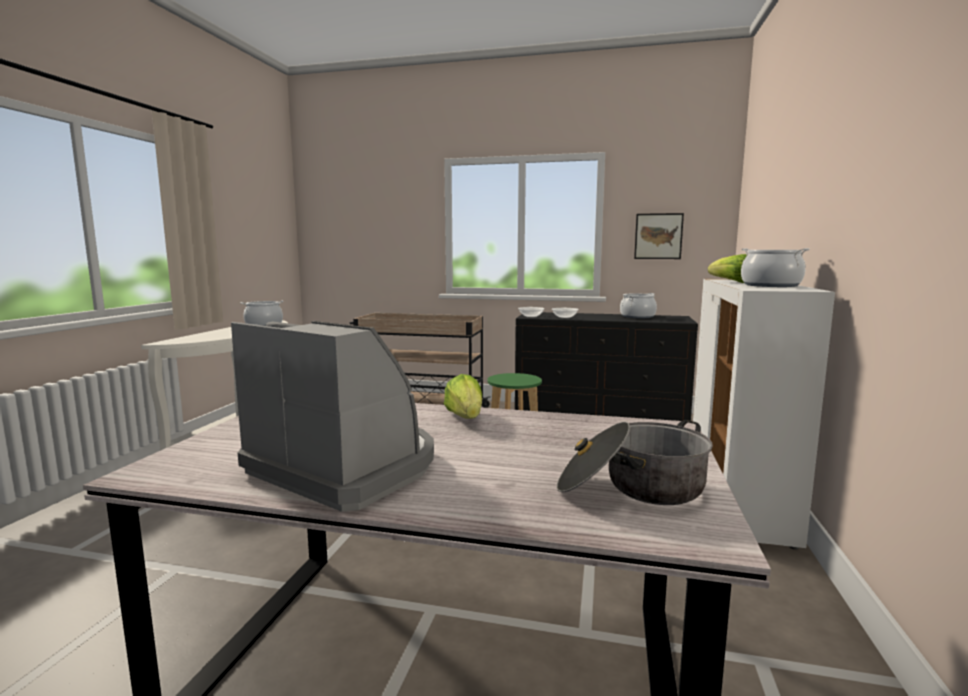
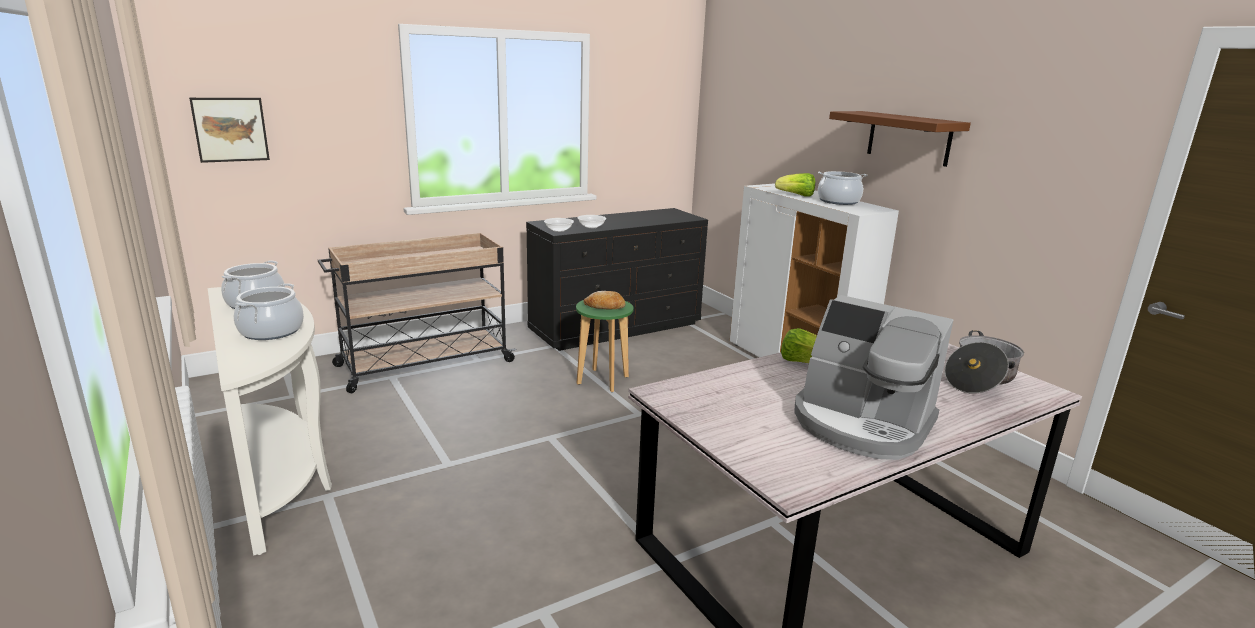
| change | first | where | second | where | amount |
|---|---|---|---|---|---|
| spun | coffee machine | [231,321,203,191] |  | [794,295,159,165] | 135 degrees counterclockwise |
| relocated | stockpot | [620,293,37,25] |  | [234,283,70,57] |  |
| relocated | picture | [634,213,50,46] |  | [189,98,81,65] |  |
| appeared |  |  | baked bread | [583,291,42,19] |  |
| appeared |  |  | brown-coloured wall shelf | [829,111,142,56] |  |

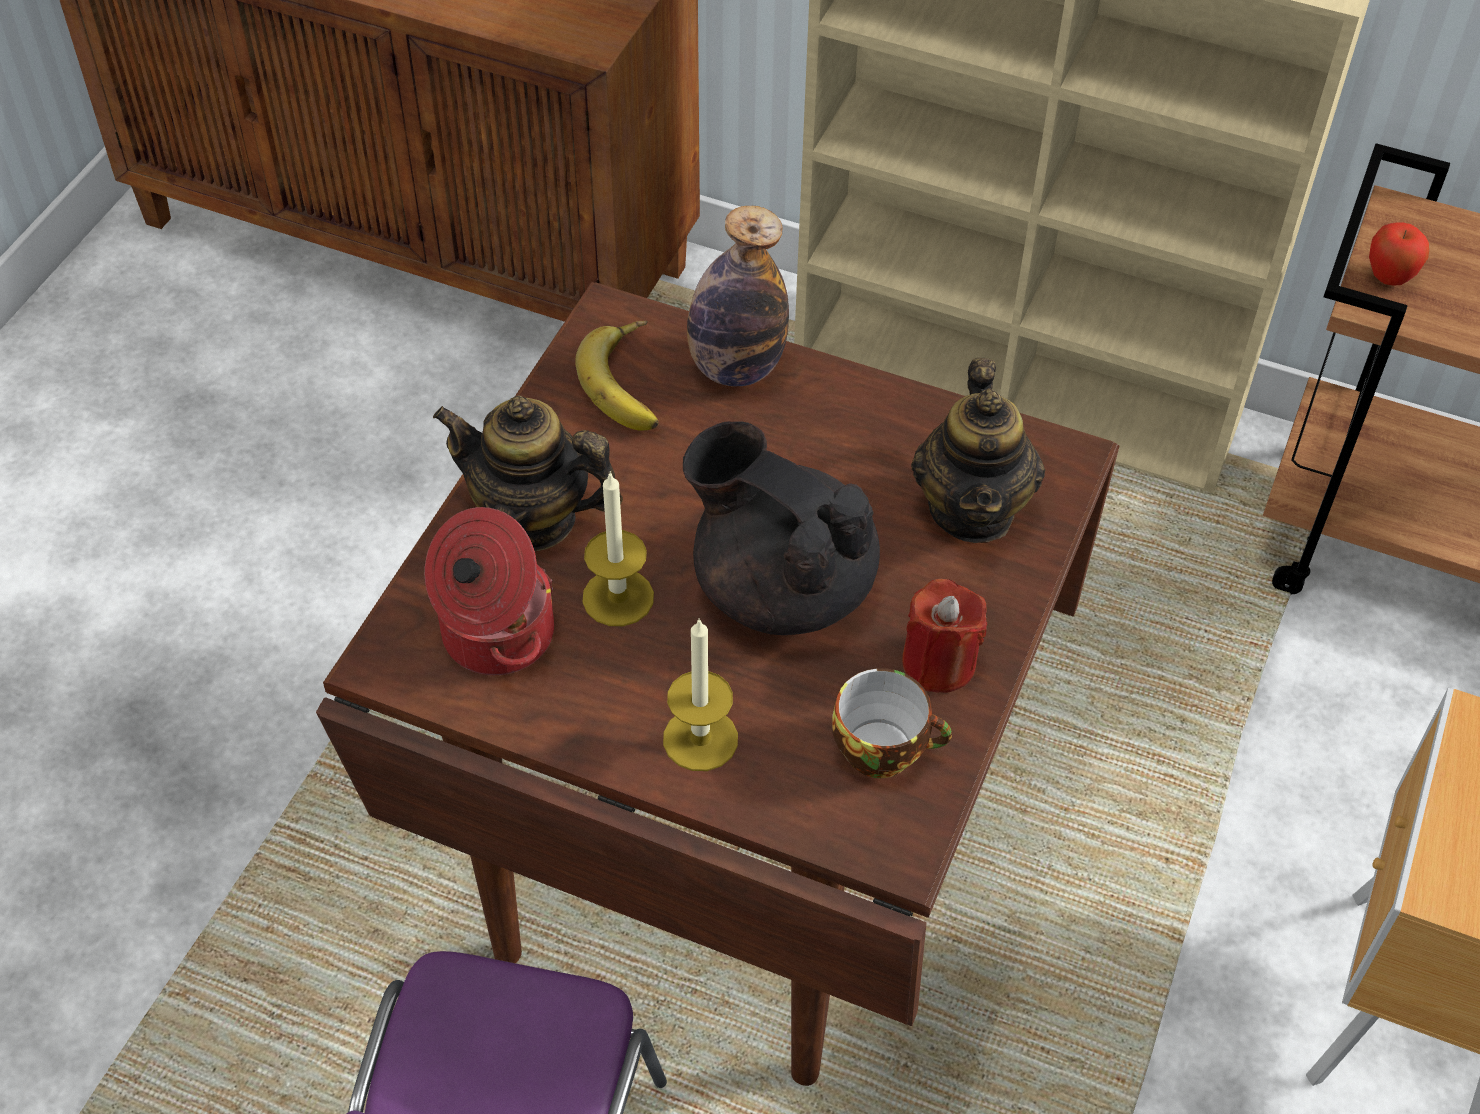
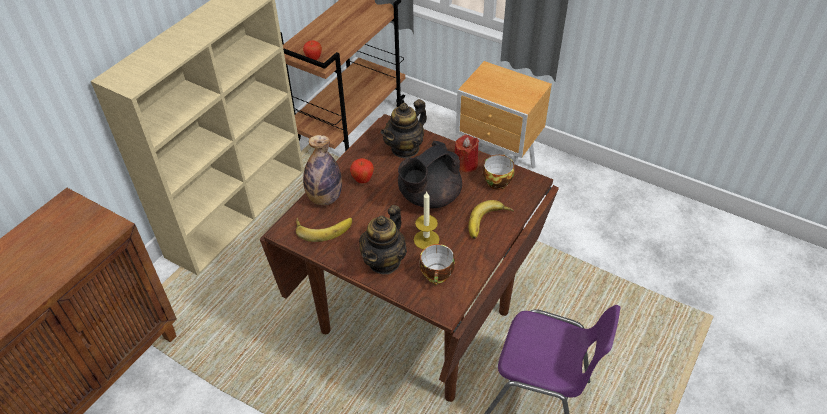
| change | first | where | second | where | amount |
|---|---|---|---|---|---|
| exchanged | stockpot | [425,507,129,168] | small cup | [419,244,36,42] |  |
| exchanged | candle | [663,619,75,152] | banana fruit | [469,200,45,39] |  |
| spun | tea pot | [911,358,134,185] |  | [381,99,46,60] | 120 degrees clockwise |
| appeared |  |  | apple | [350,158,24,25] |  |

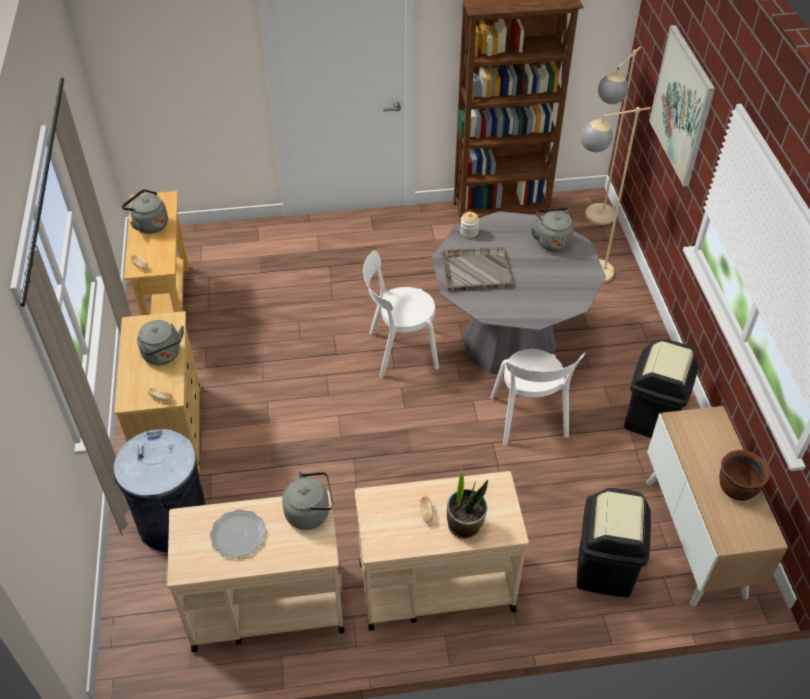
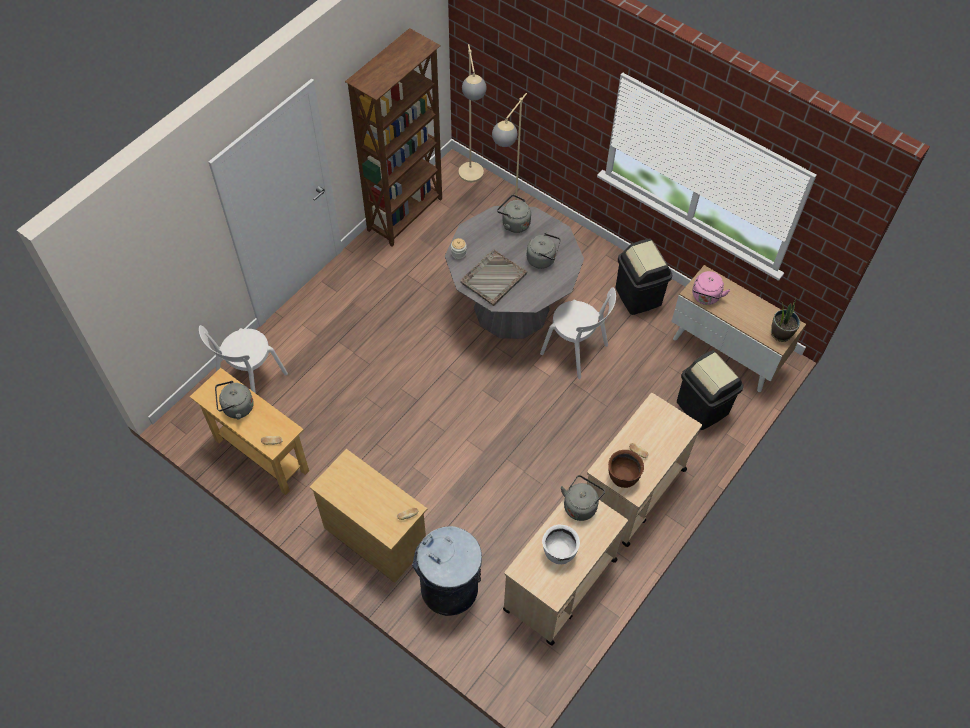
| change | first | where | second | where | amount |
|---|---|---|---|---|---|
| relocated | grey tea kettle | [137,320,47,45] |  | [527,232,34,37] |  |
| exchanged | plate | [209,509,57,49] | whitish stockpot | [542,525,38,39] |  |
| relocated | whitish upright chair | [363,251,76,127] |  | [199,325,89,68] |  |
| relocated | plant in a pot | [447,469,41,70] |  | [771,297,29,45] |  |
| missing | picture | [649,25,66,162] |  |  |  |
| relocated | brown-coloured stockpot | [719,450,51,51] |  | [608,450,36,38] |  |
| appeared |  |  | pink-coloured tea kettle | [692,271,38,34] |  |

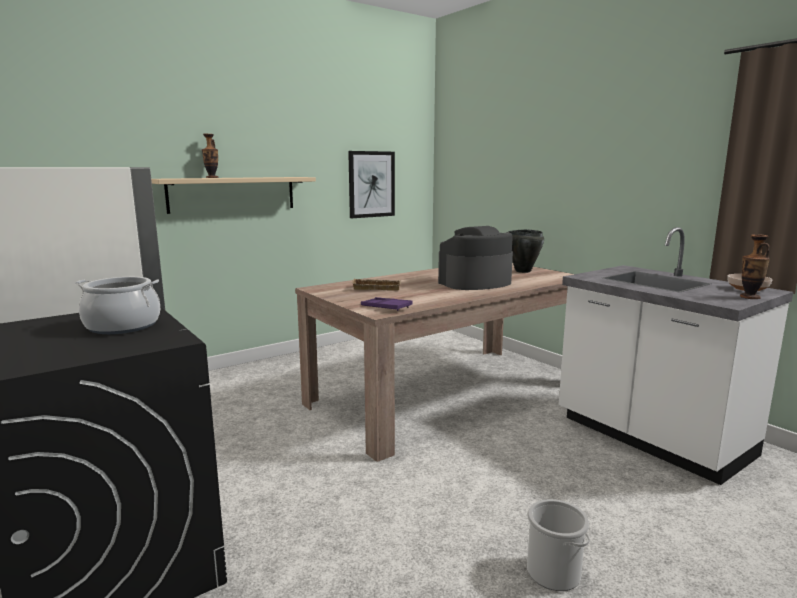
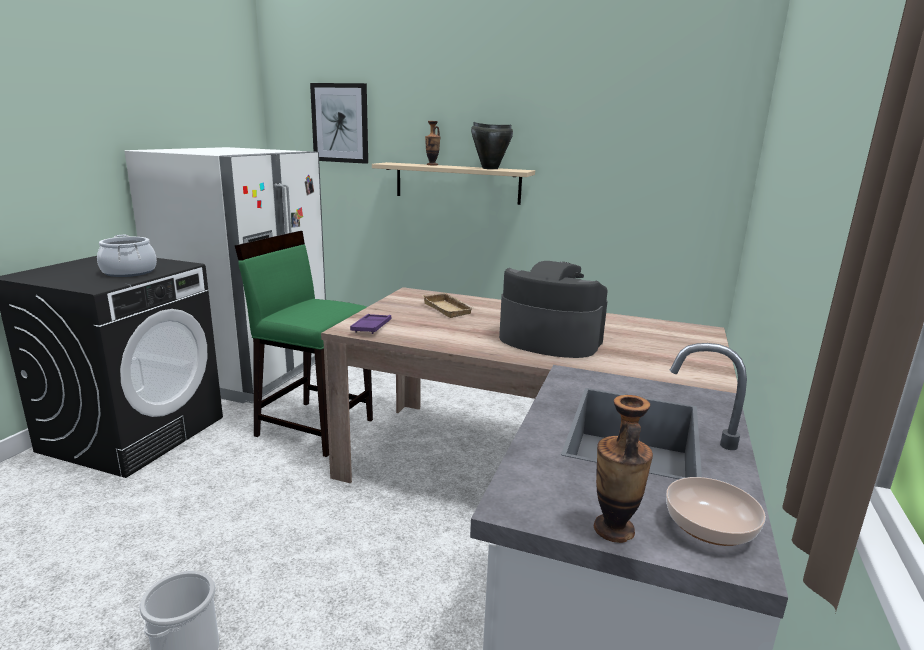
| change | first | where | second | where | amount |
|---|---|---|---|---|---|
| relocated | picture | [348,151,47,67] |  | [310,83,58,81] |  |
| relocated | blackish stockpot | [508,230,36,43] |  | [471,122,42,47] |  |
| appeared |  |  | green stool seat | [235,231,138,226] |  |

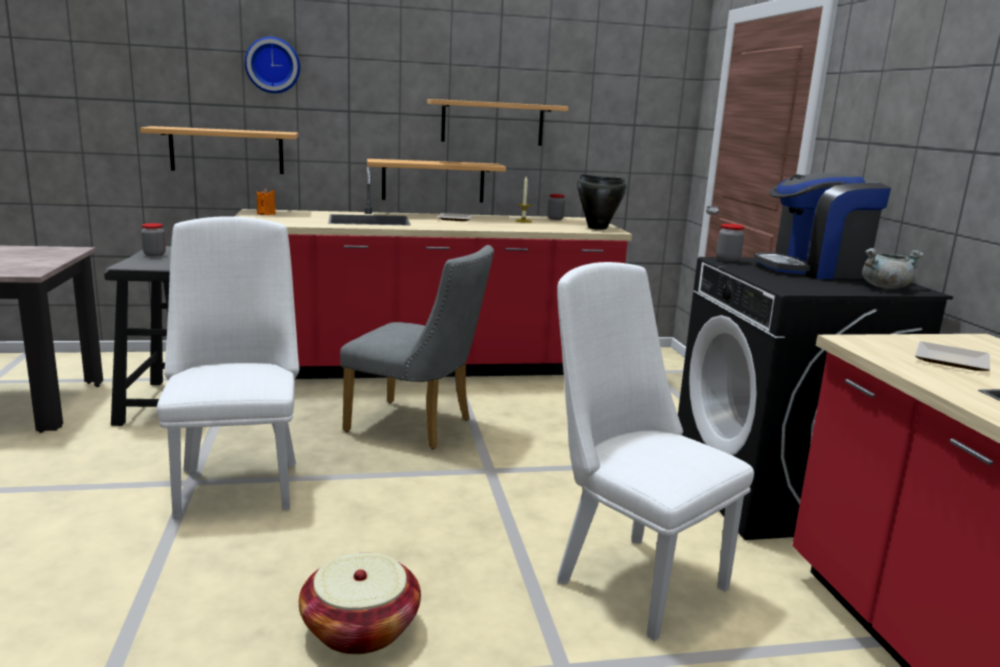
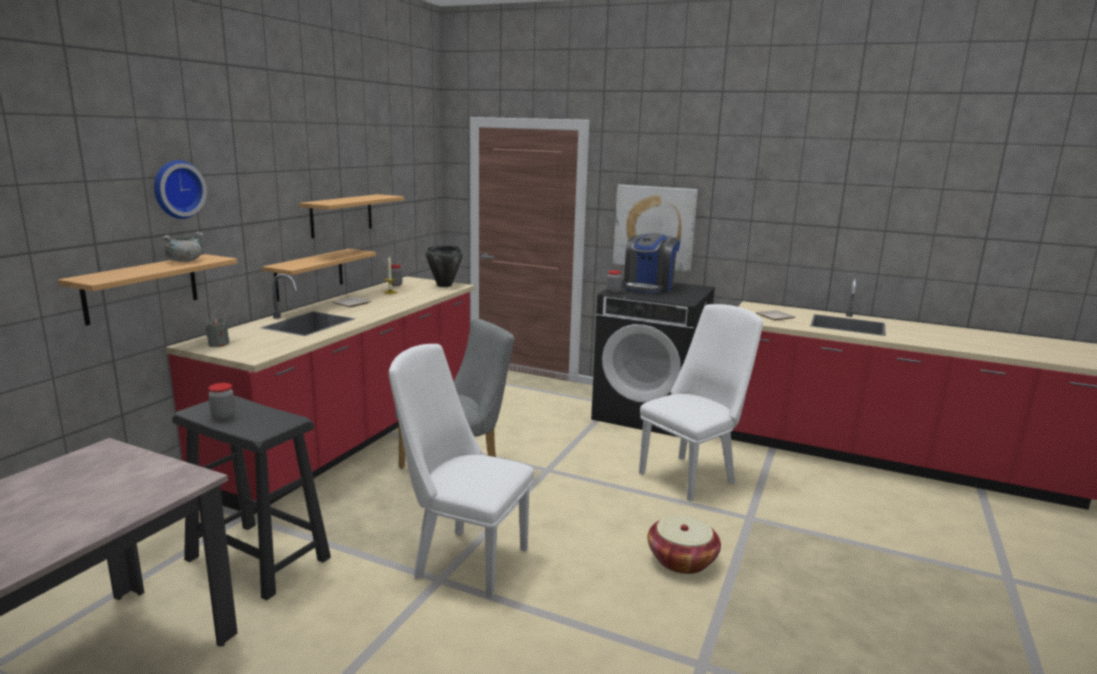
| change | first | where | second | where | amount |
|---|---|---|---|---|---|
| colour | orange-coloured candle | [257,188,19,27] | grey candle | [205,318,25,29] |  |
| spun | whitish upright chair | [557,262,197,379] |  | [639,304,124,197] | 150 degrees clockwise |
| relocated | grey stockpot | [862,248,62,41] |  | [162,232,41,30] |  |
| appeared |  |  | picture | [613,185,85,87] |  |

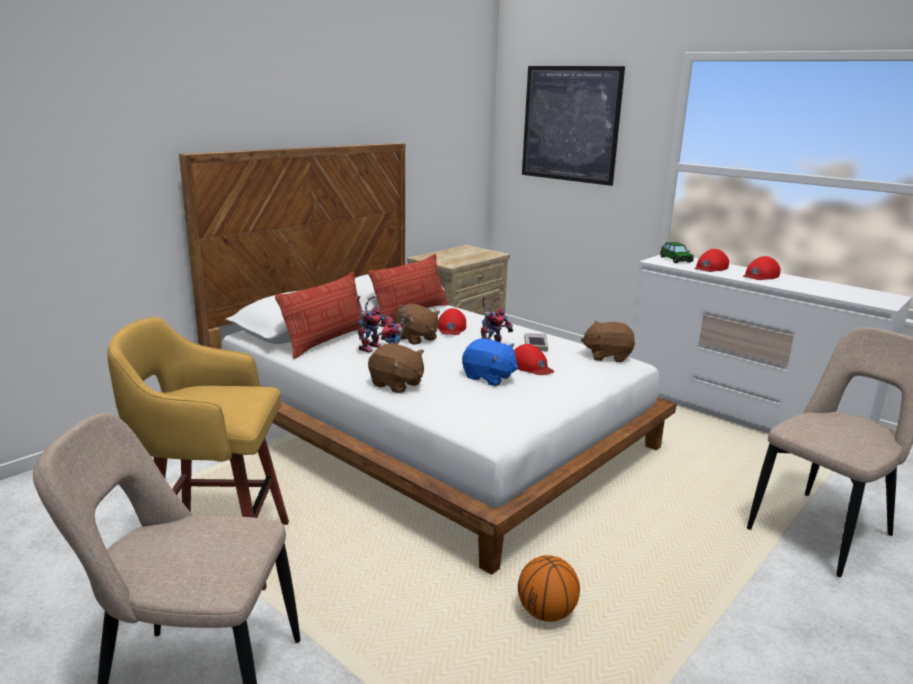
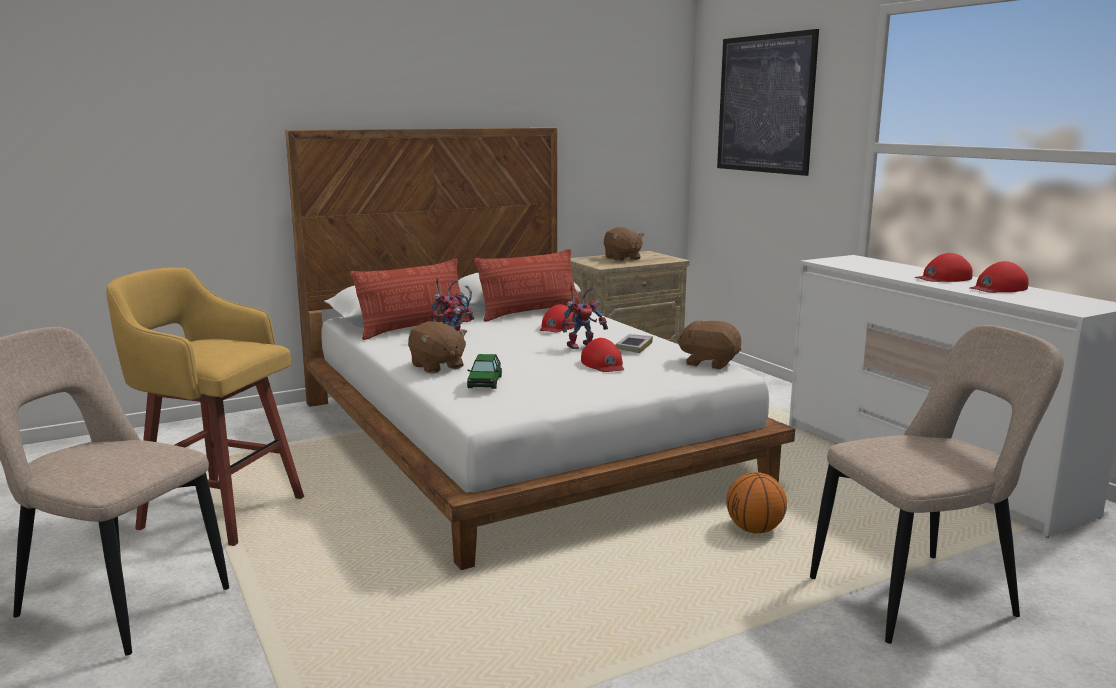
| change | first | where | second | where | amount |
|---|---|---|---|---|---|
| relocated | brown-coloured cuddly toy | [393,304,47,41] |  | [604,227,40,34] |  |
| missing | blue-coloured cuddly toy | [462,338,56,48] |  |  |  |
| relocated | basketball | [518,555,62,67] |  | [726,472,61,62] |  |
| relocated | toy car | [660,242,34,21] |  | [467,354,35,35] |  |
| relocated | red-coloured cap | [694,249,35,23] |  | [970,261,59,32] |  |

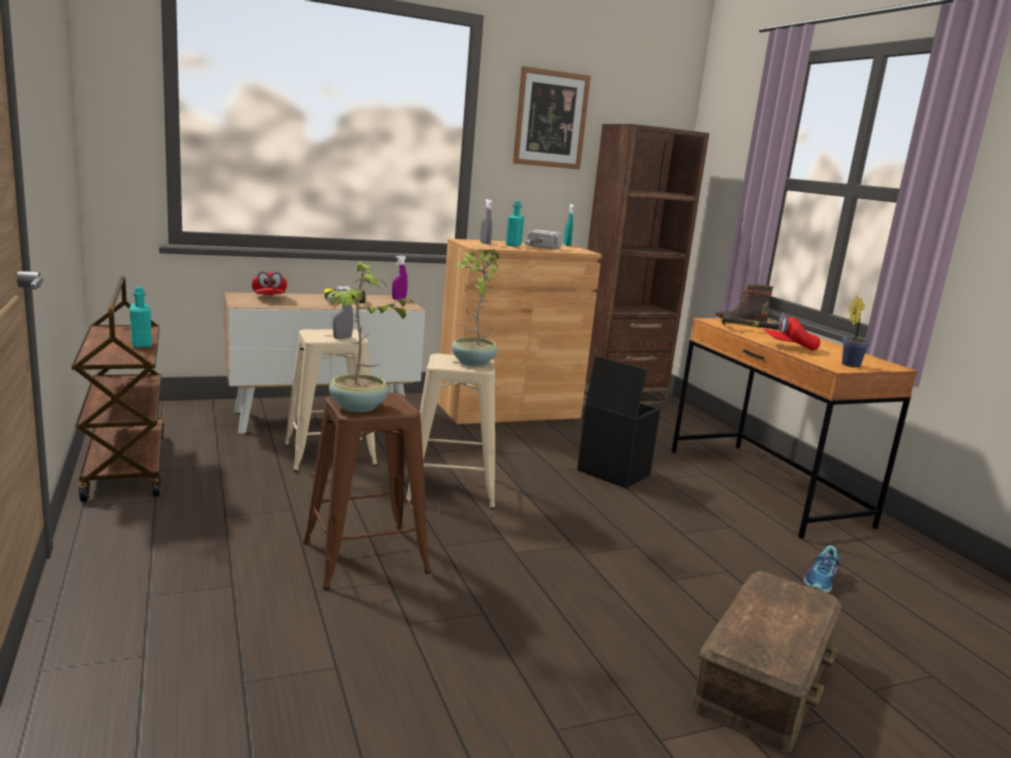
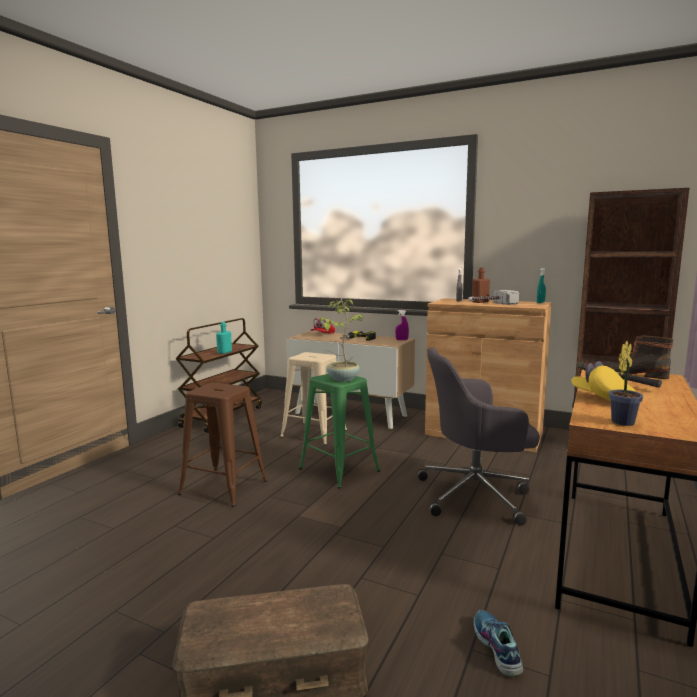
| change | first | where | second | where | amount |
|---|---|---|---|---|---|
| missing | plant in a pot | [325,262,89,150] |  |  |  |
| missing | grey sprayer | [333,286,20,53] |  |  |  |
| colour | sand-coloured stool seat | [406,353,89,156] | green stool seat | [299,374,81,114] |  |
| colour | turquoise beverage bottle | [506,201,18,46] | brown-coloured beverage bottle | [472,267,18,36] |  |
| missing | picture | [513,66,78,103] |  |  |  |
| exchanged | blackish storage box | [577,356,83,133] | grey desk chair | [417,347,123,178] |  |
| colour | red-coloured cap | [763,313,57,38] | yellowish cap | [571,361,65,41] |  |
| spun | item of footwear | [804,545,37,48] |  | [474,610,49,67] | 90 degrees clockwise |

